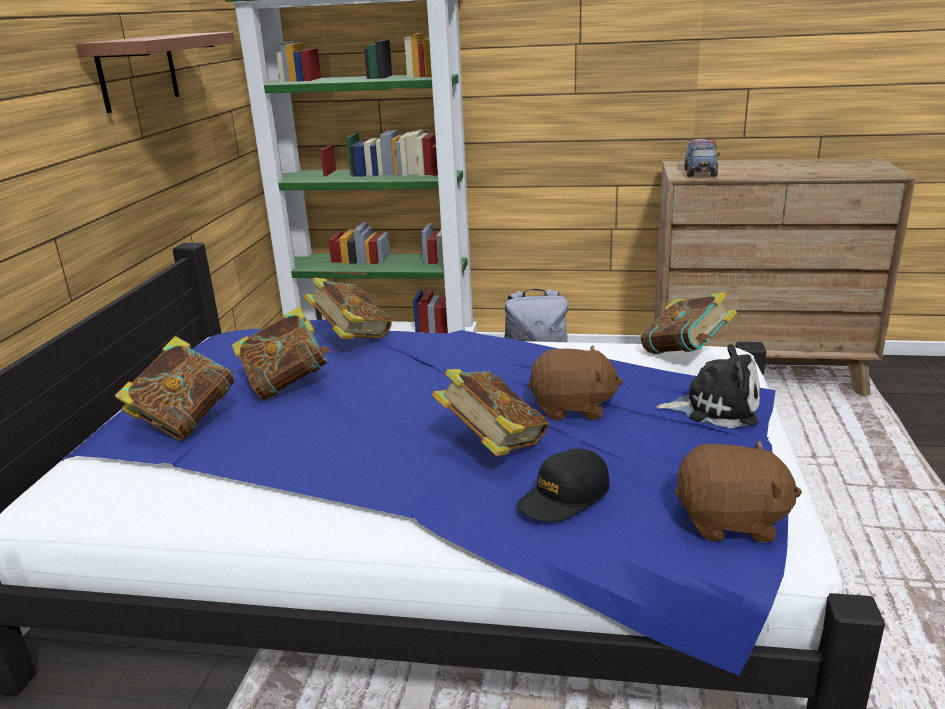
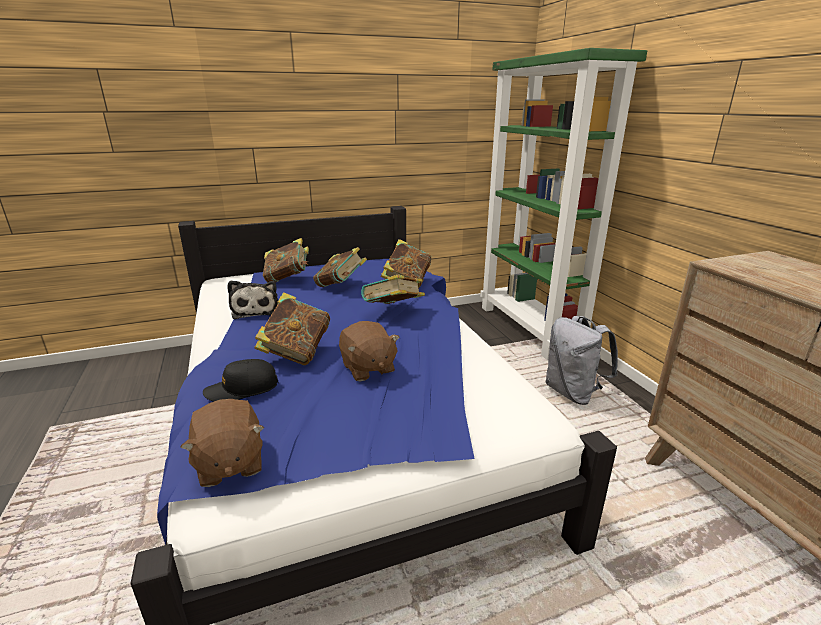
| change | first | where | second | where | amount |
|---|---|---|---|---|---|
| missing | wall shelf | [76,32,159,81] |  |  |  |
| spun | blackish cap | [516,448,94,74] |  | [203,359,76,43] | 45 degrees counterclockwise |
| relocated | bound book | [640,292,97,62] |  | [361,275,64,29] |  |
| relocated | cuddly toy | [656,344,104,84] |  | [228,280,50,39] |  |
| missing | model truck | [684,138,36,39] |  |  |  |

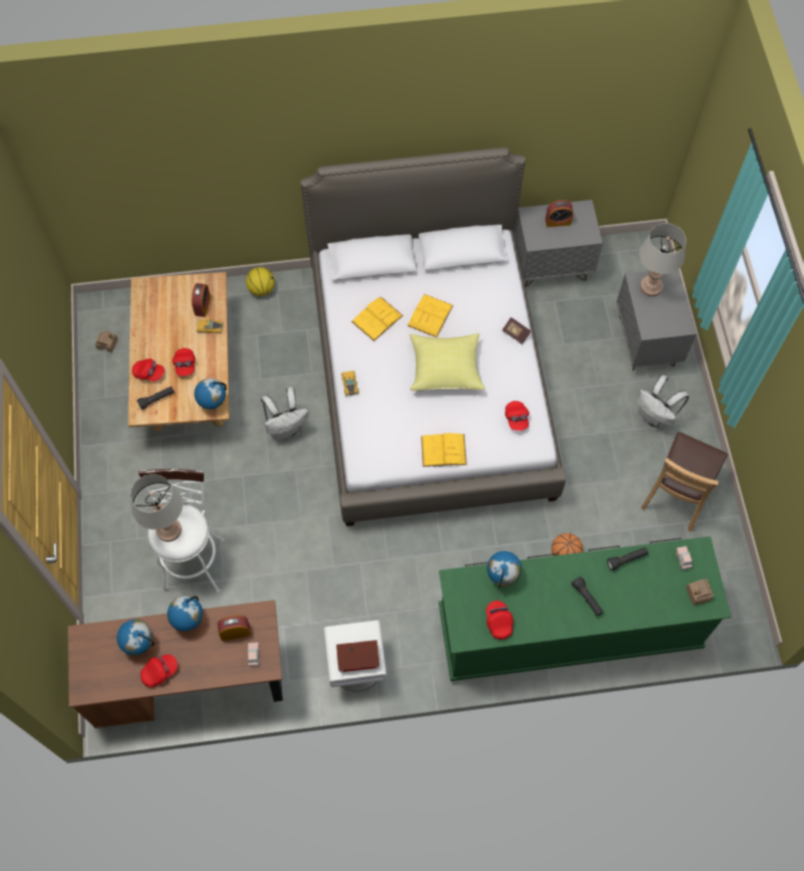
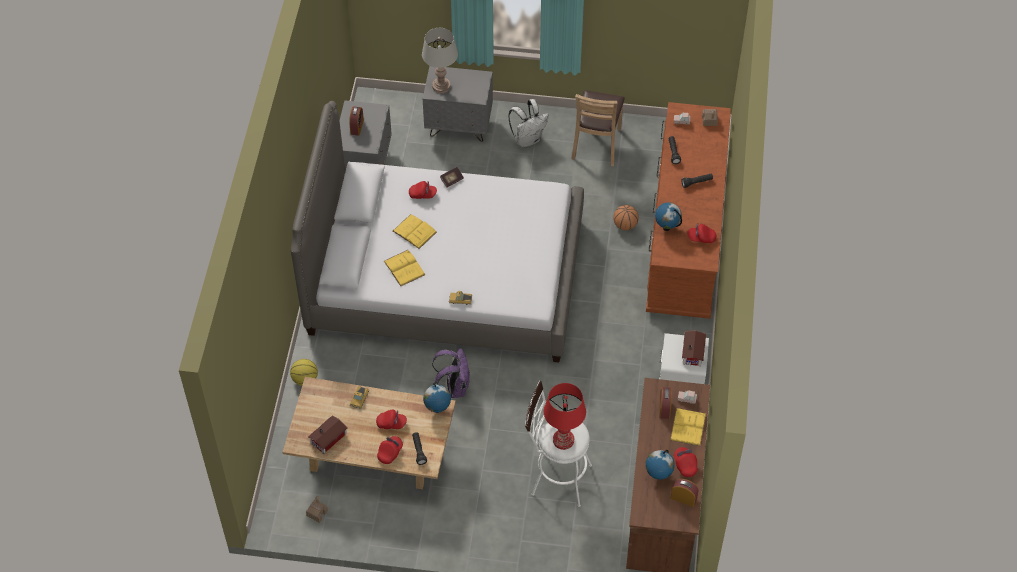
| change | first | where | second | where | amount |
|---|---|---|---|---|---|
| colour | grey tabletop lamp | [130,474,53,68] | red-coloured tabletop lamp | [544,383,42,67] |  |
| missing | globe | [167,596,36,35] |  |  |  |
| relocated | alarm clock | [192,283,19,34] |  | [671,479,28,28] |  |
| colour | whitish rucksack | [261,387,48,53] | purple rucksack | [432,348,38,50] |  |
| missing | yellowish cushion | [409,333,76,58] |  |  |  |
| relocated | yellowish bound book | [421,433,46,34] |  | [670,408,36,38] |  |
| colour | green chest of drawers | [439,536,292,145] | brown-coloured chest of drawers | [646,102,85,217] |  |
| relocated | red-coloured cap | [505,401,24,30] |  | [409,181,28,18] |  |
| spun | brown-coloured upright chair | [641,432,87,100] |  | [571,90,54,76] | 60 degrees clockwise |
| appeared |  |  | model house | [308,415,39,39] |  |

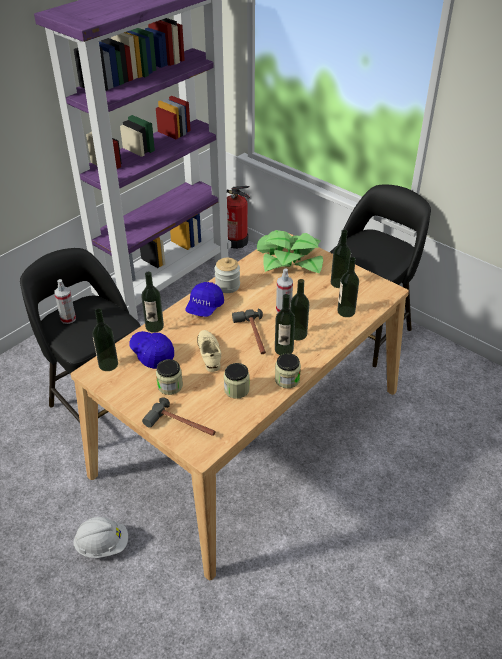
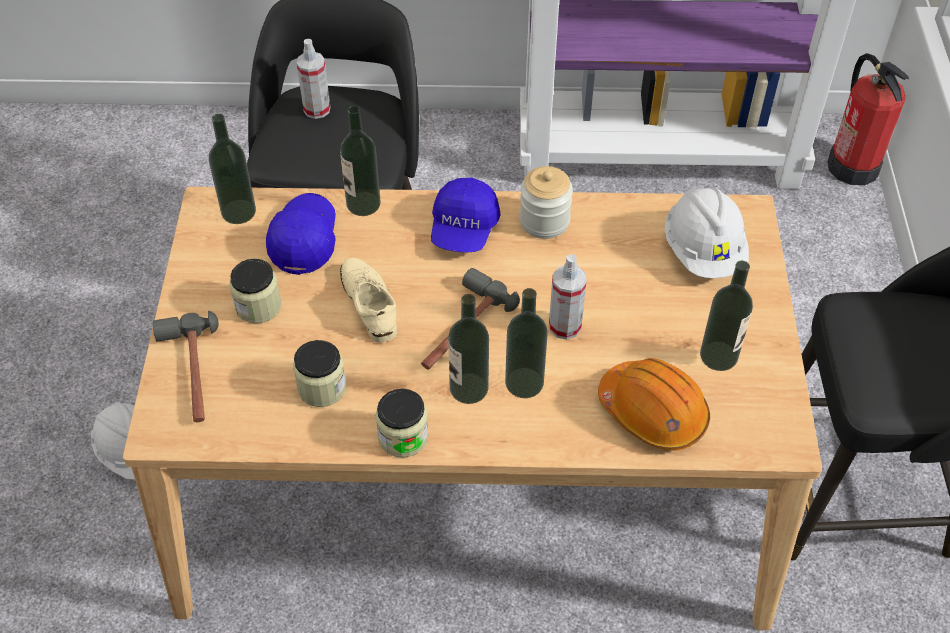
| change | first | where | second | where | amount |
|---|---|---|---|---|---|
| spun | blue-coloured cap | [185,282,39,35] |  | [431,177,70,75] | 60 degrees counterclockwise |
| spun | sand-coloured item of footwear | [197,330,24,42] |  | [340,258,57,85] | 60 degrees counterclockwise |
| exchanged | plant in a pot | [257,230,66,43] | whitish safety helmet | [665,187,84,91] |  |
| exchanged | beverage bottle | [337,257,22,60] | orange-coloured safety helmet | [598,358,112,92] |  |

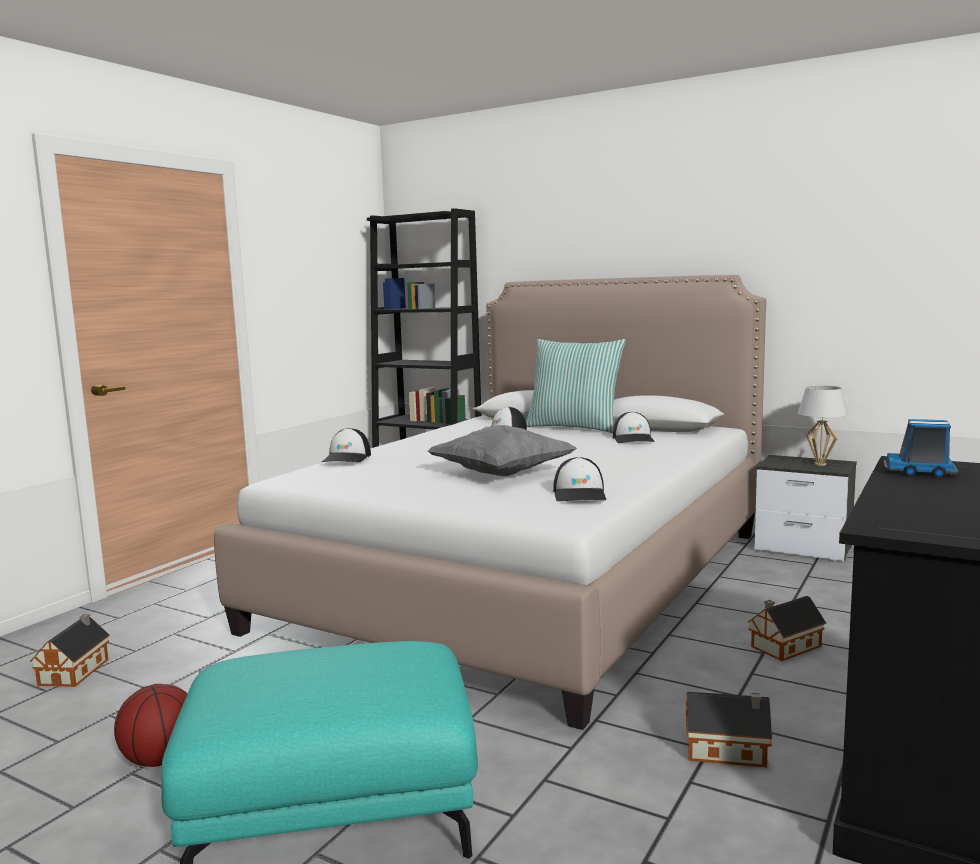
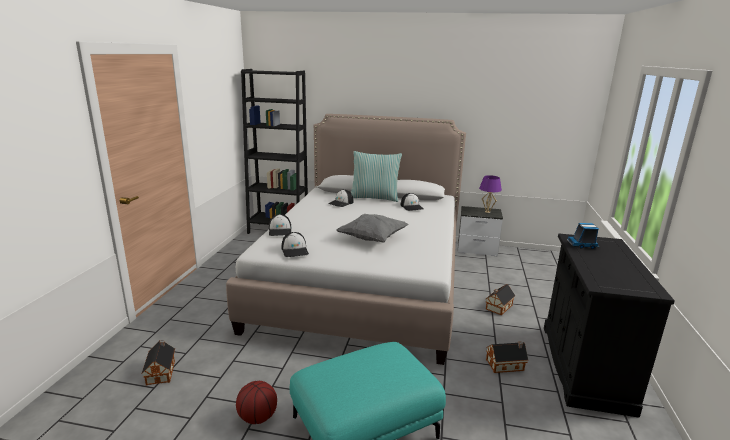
| change | first | where | second | where | amount |
|---|---|---|---|---|---|
| relocated | cap | [553,457,53,44] |  | [281,232,28,25] |  |
| colour | whitish tabletop lamp | [798,386,50,80] | purple tabletop lamp | [479,175,23,38] |  |

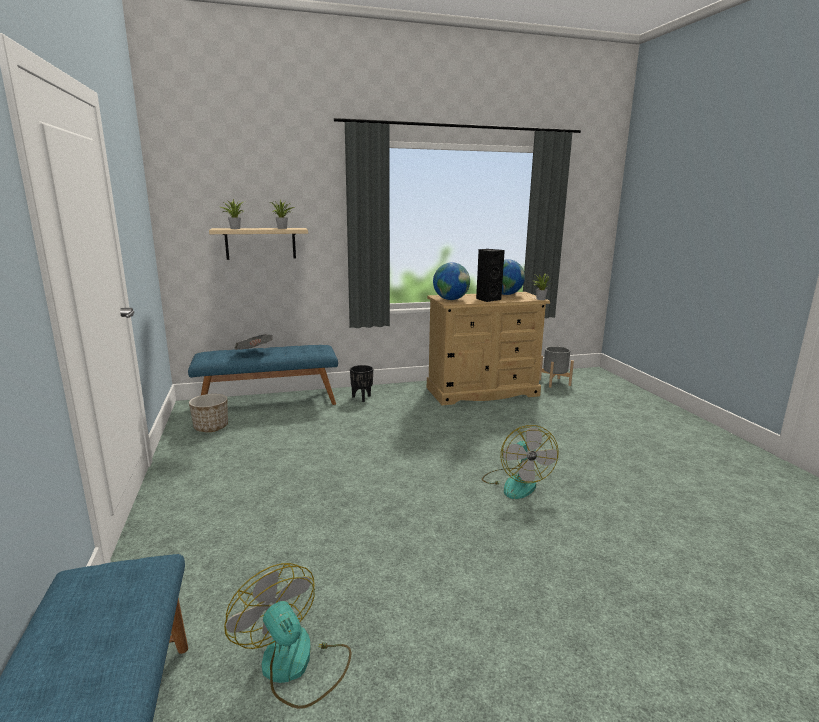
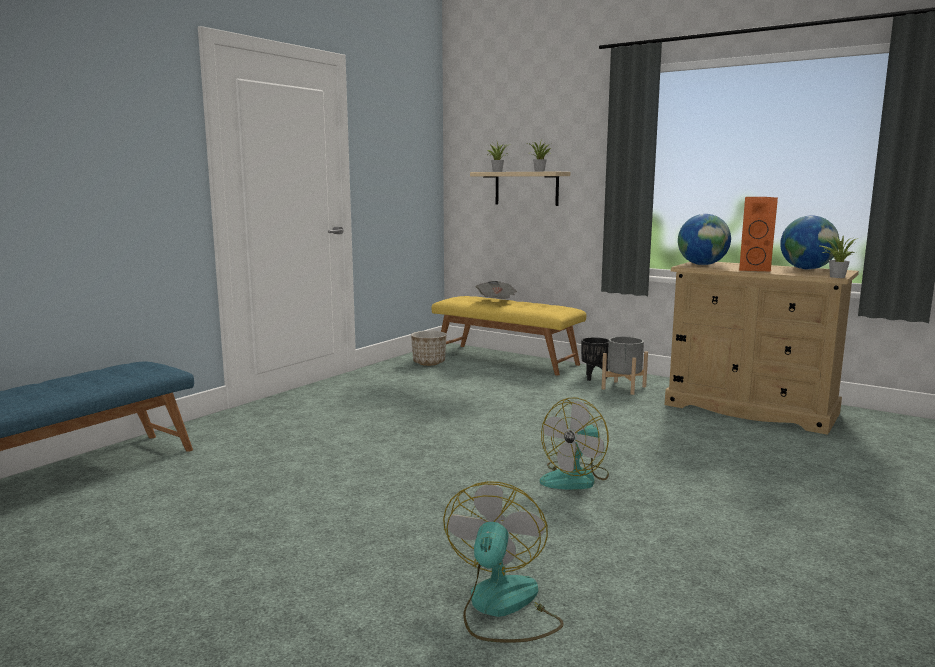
| change | first | where | second | where | amount |
|---|---|---|---|---|---|
| colour | blue-coloured bench | [188,345,150,60] | yellowish bench | [431,296,155,79] |  |
| relocated | electric fan | [224,563,128,146] |  | [443,481,121,162] |  |
| colour | blackish speaker | [476,249,29,53] | orange-coloured speaker | [739,197,39,75] |  |
| relocated | grey plant pot | [539,346,35,42] |  | [602,337,46,58] |  |

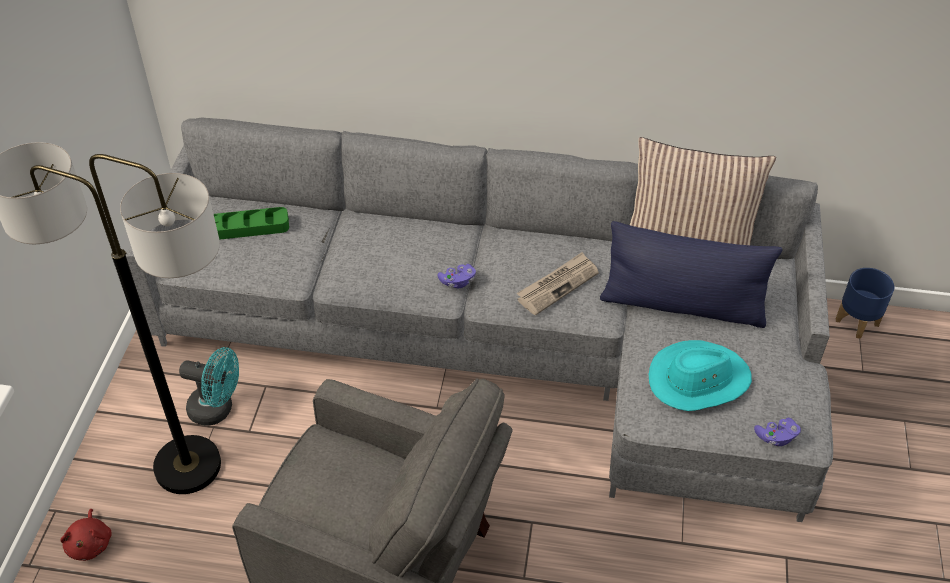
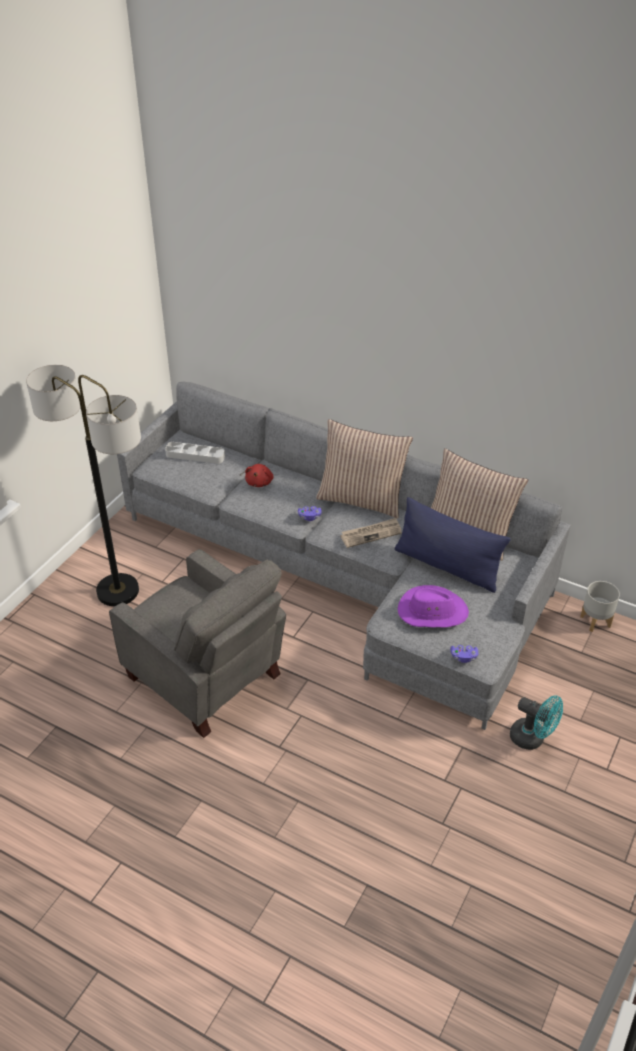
| change | first | where | second | where | amount |
|---|---|---|---|---|---|
| relocated | red-coloured cuddly toy | [60,509,52,52] |  | [245,464,29,23] |  |
| relocated | turquoise electric fan | [179,347,60,78] |  | [510,695,53,55] |  |
| colour | green carrying tray | [214,207,75,33] | grey carrying tray | [165,442,60,22] |  |
| colour | turquoise clothing hat | [649,340,103,71] | purple clothing hat | [398,585,71,43] |  |
| colour | blue-coloured plant pot | [836,268,58,71] | grey plant pot | [580,581,40,51] |  |
| appeared |  |  | cushion | [316,419,97,99] |  |

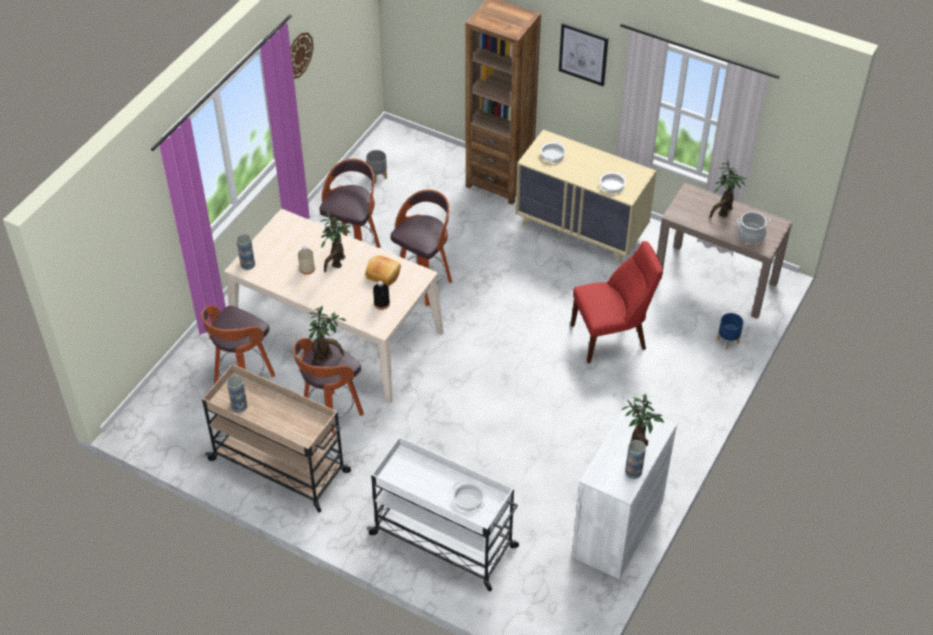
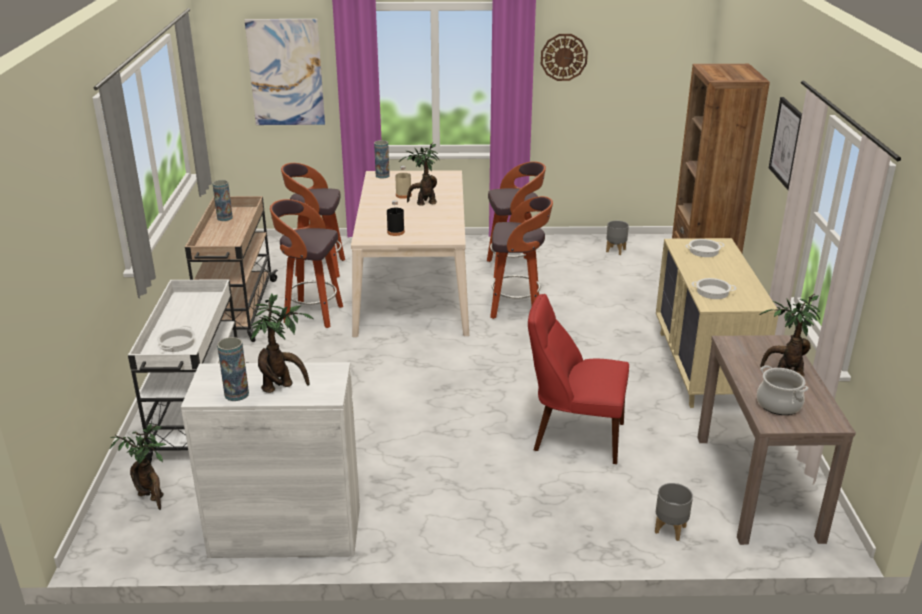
| change | first | where | second | where | amount |
|---|---|---|---|---|---|
| relocated | plant in a pot | [309,306,38,57] |  | [110,423,56,87] |  |
| missing | baked bread | [365,255,36,31] |  |  |  |
| spun | red-coloured upright chair | [571,241,92,122] |  | [528,294,101,170] | 150 degrees clockwise |
| colour | blue-coloured plant pot | [717,313,26,37] | grey plant pot | [655,483,38,58] |  |
| appeared |  |  | picture | [245,19,80,106] |  |

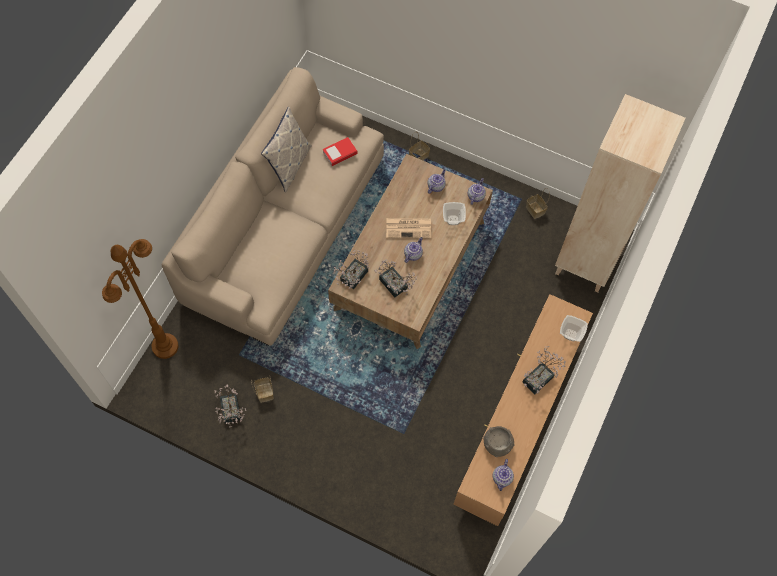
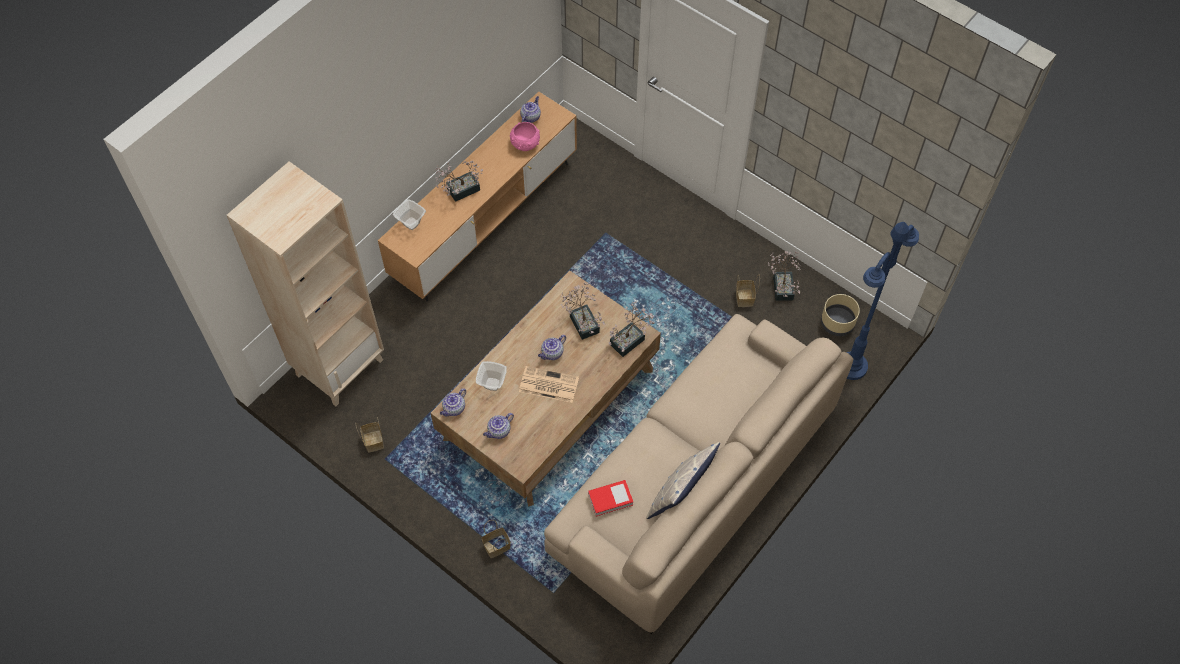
| change | first | where | second | where | amount |
|---|---|---|---|---|---|
| colour | brown-coloured standard lamp | [102,239,76,120] | blue-coloured standard lamp | [846,222,73,158] |  |
| colour | grey bowl | [483,426,32,31] | pink-coloured bowl | [510,122,30,29] |  |
| appeared |  |  | sand-coloured plant pot | [821,294,39,42] |  |

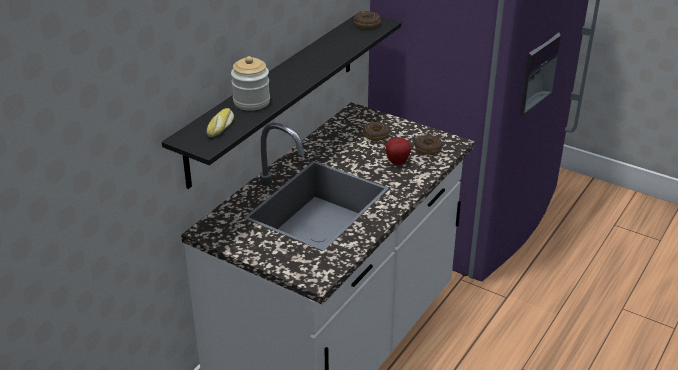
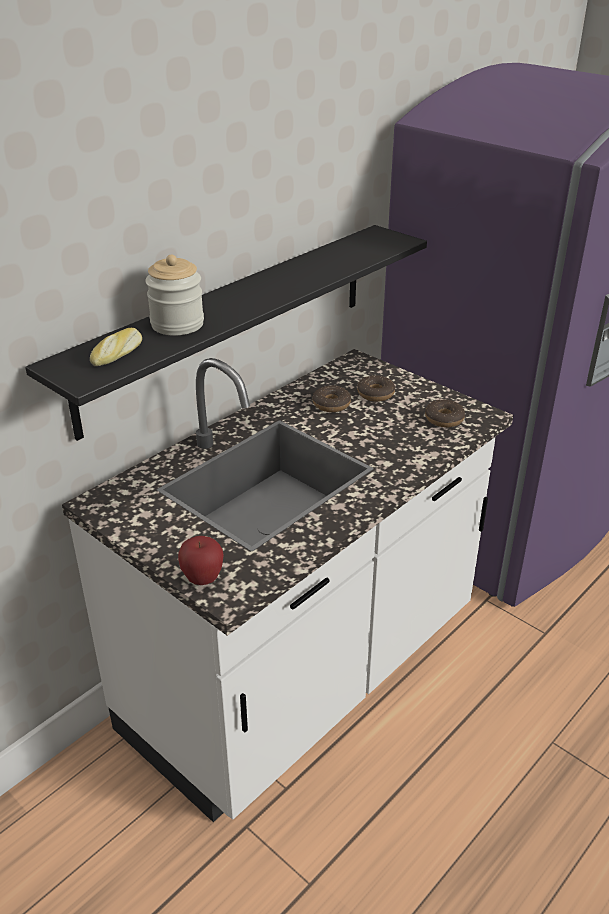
| change | first | where | second | where | amount |
|---|---|---|---|---|---|
| relocated | donut | [354,11,27,18] |  | [312,385,39,27] |  |
| relocated | apple | [385,137,26,28] |  | [178,536,46,49] |  |

